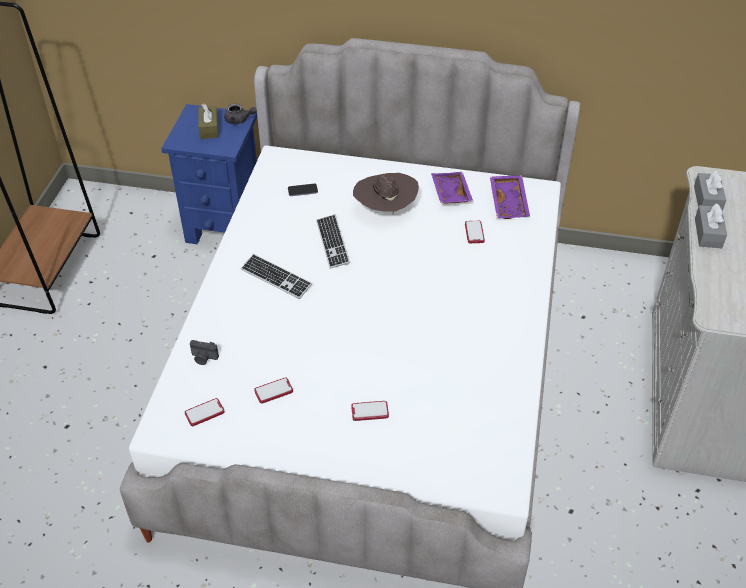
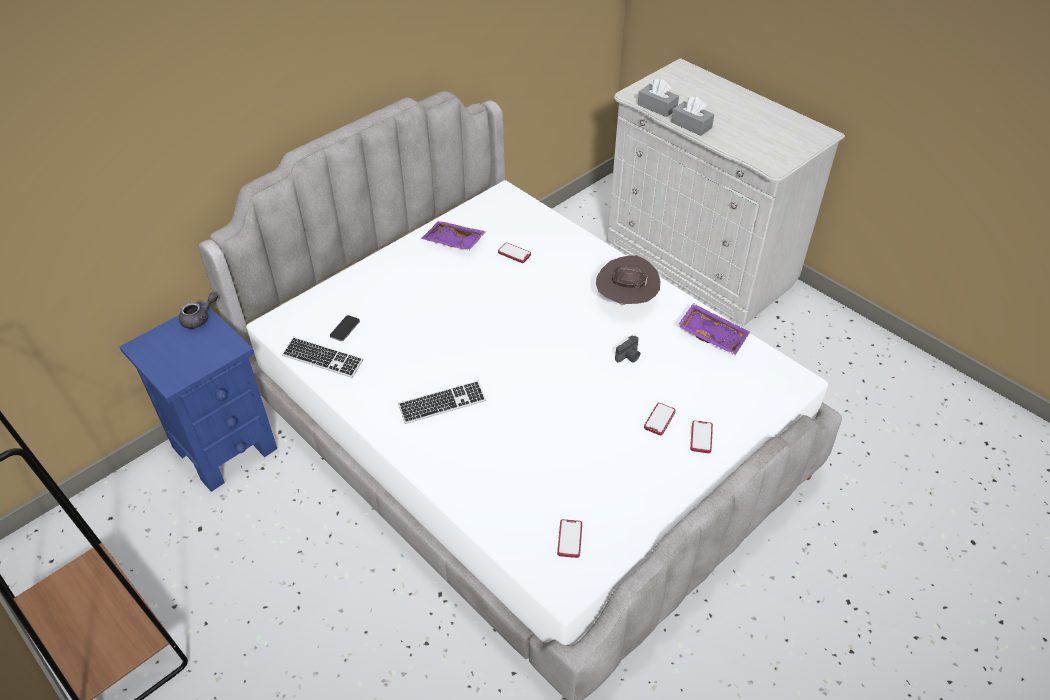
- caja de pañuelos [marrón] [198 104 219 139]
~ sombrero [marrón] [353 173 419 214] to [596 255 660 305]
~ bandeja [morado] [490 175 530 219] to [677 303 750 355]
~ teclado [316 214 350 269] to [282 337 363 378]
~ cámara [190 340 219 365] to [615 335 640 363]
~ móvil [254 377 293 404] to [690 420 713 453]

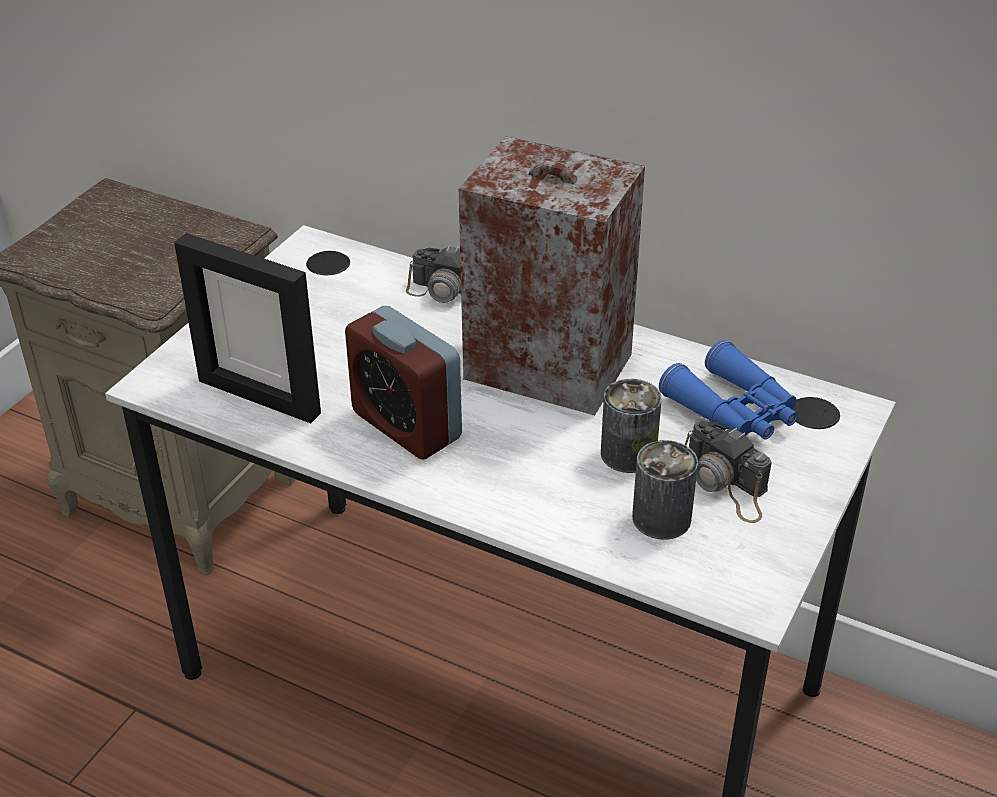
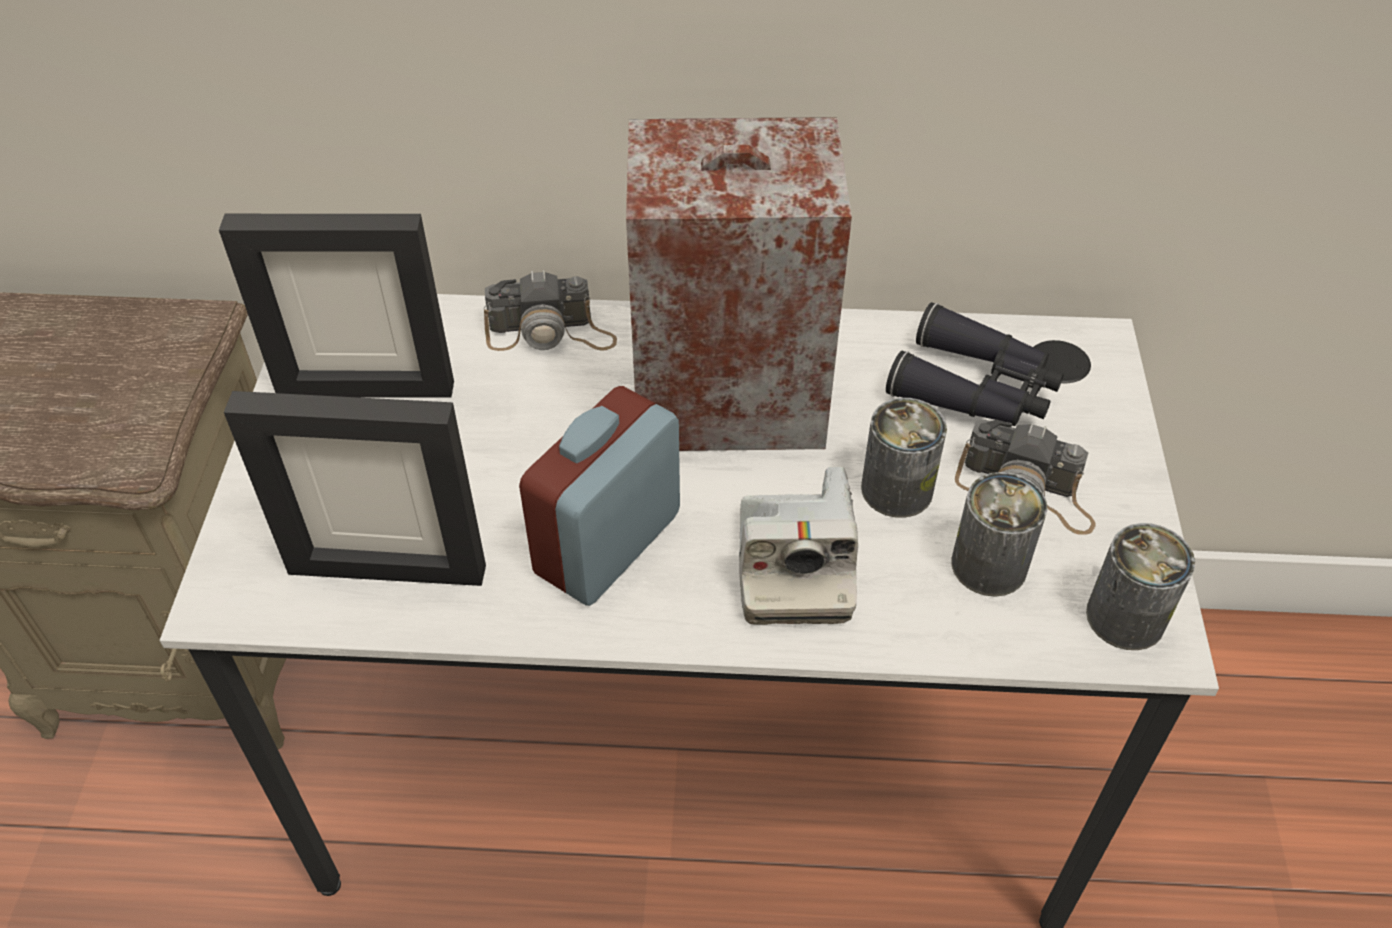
~ despertador [345 306 462 460] = [519 386 680 606] 105 degrees clockwise
~ prismáticos [azul] [659 340 798 440] to prismáticos [negro] [886 302 1064 426]
+ portarretratos [219 214 454 397]
+ cámara [739 467 858 625]
+ lata [1086 523 1195 650]

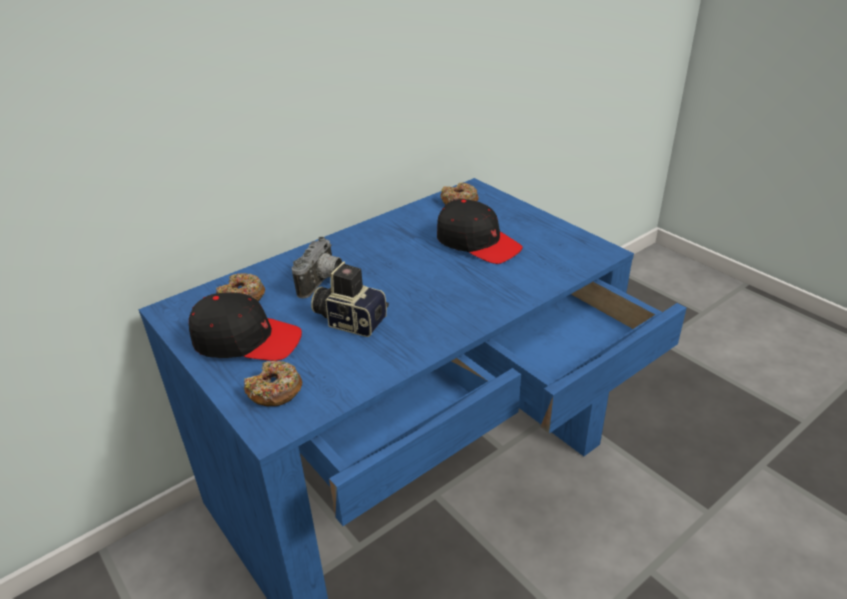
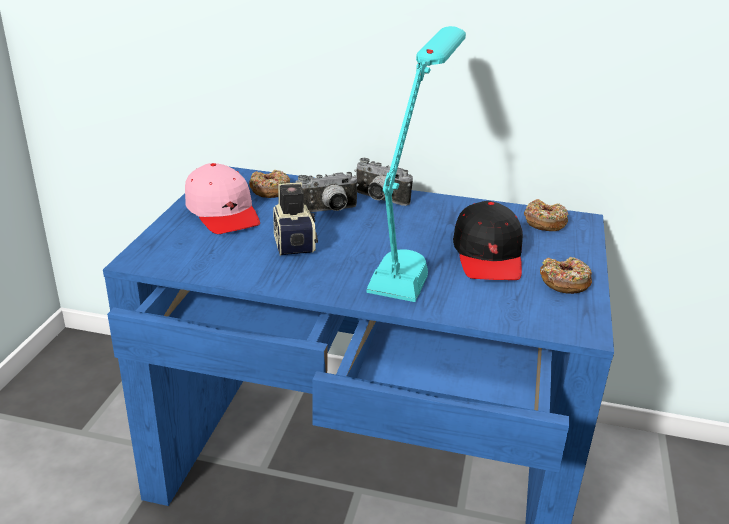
~ gorra [negro] [189 292 302 361] to gorra [rosa] [185 163 260 234]
~ rosquilla [244 360 302 406] to [540 257 592 294]
+ lámpara de mesa [turquesa] [367 26 466 302]
+ cámara [355 158 413 206]

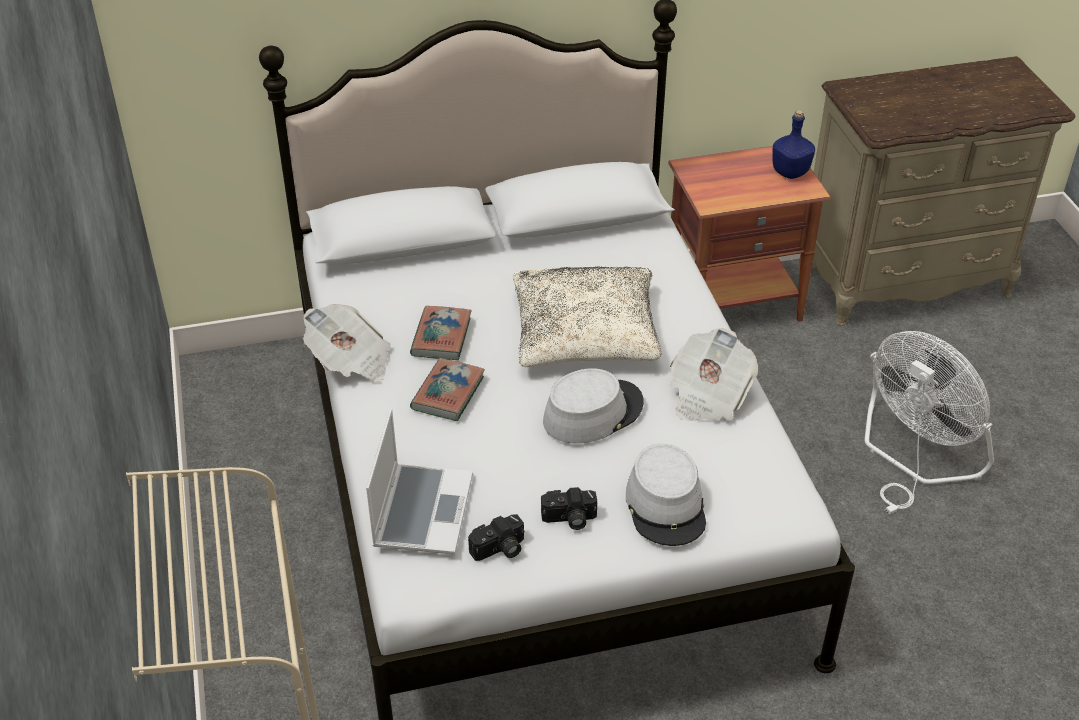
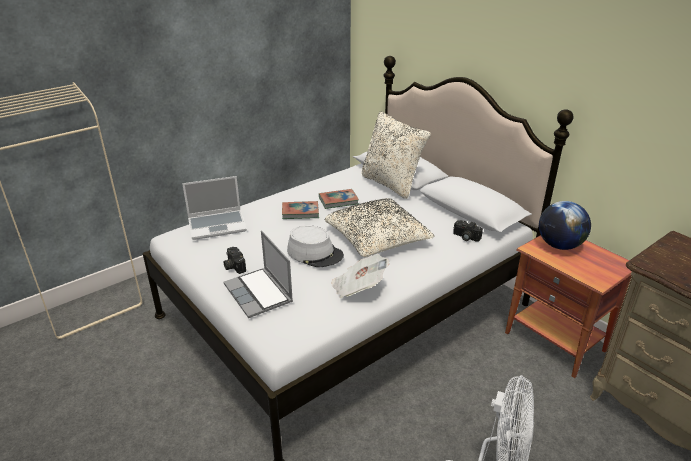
- botella [azul] [772 110 815 179]
- periódico [303 304 391 382]
~ sombrero [gris] [626 444 706 546] to portátil [223 231 293 318]
~ cámara [468 514 525 561] to [453 220 483 242]
+ cojín [beis] [362 112 431 199]
+ globo terráqueo [539 201 591 250]

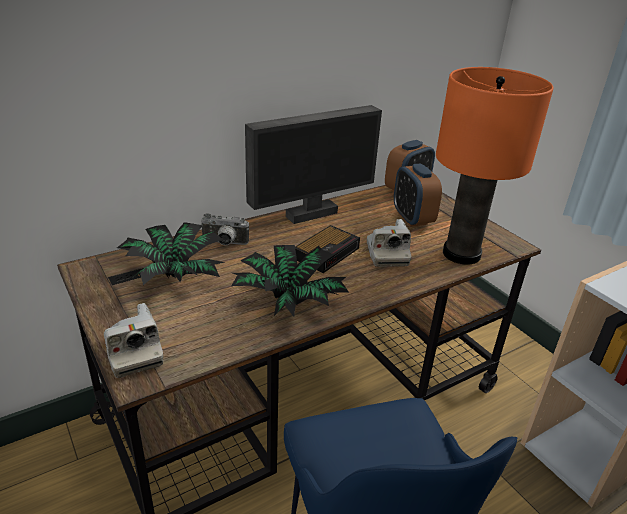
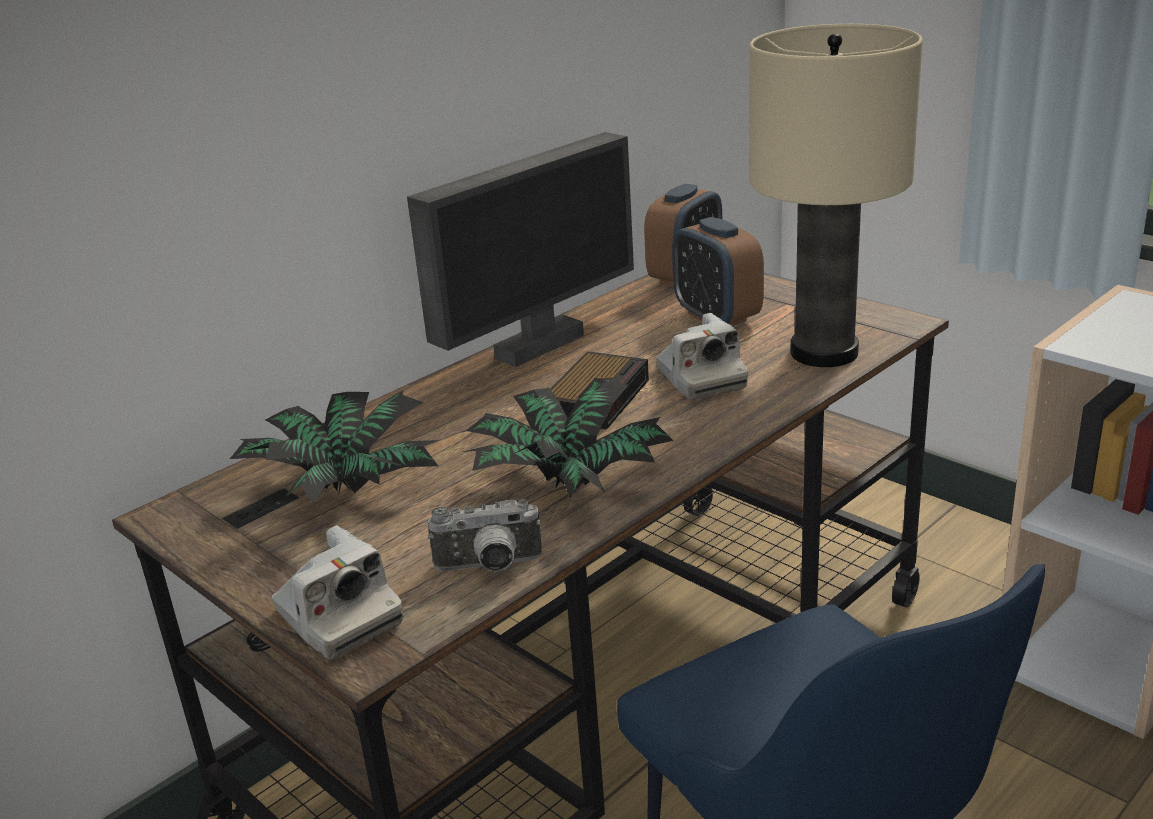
~ lámpara de mesa [naranja] [436 67 554 265] to lámpara de mesa [beis] [749 24 923 367]
~ cámara [200 213 249 245] to [428 499 542 572]

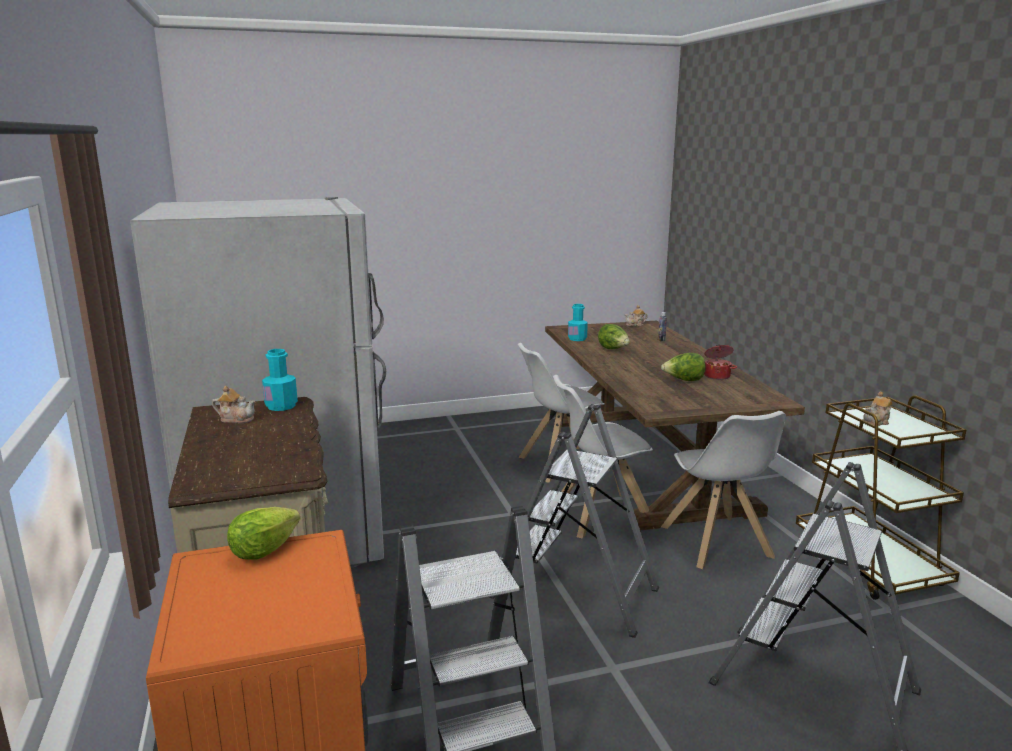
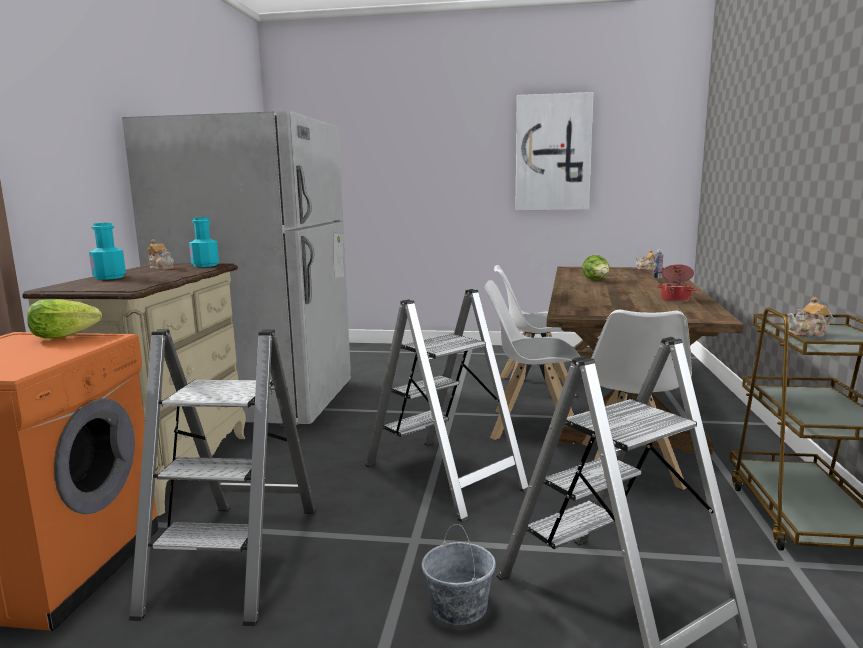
~ botella [turquesa] [568 304 588 341] to [89 223 126 280]
- lechuga [661 353 706 381]
+ cuadro [515 92 593 210]
+ cubo [gris] [422 524 496 625]

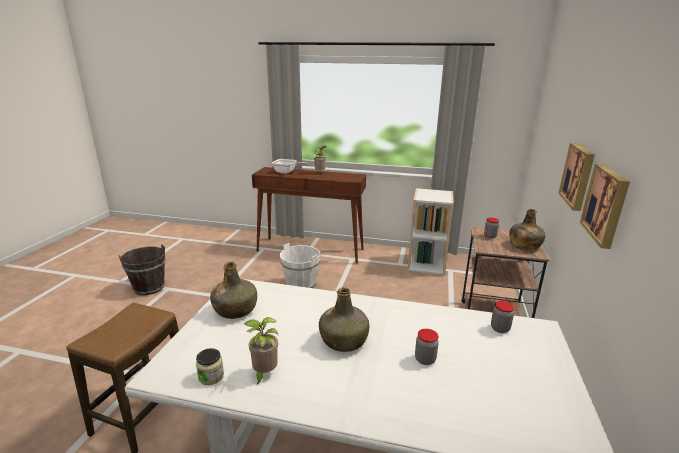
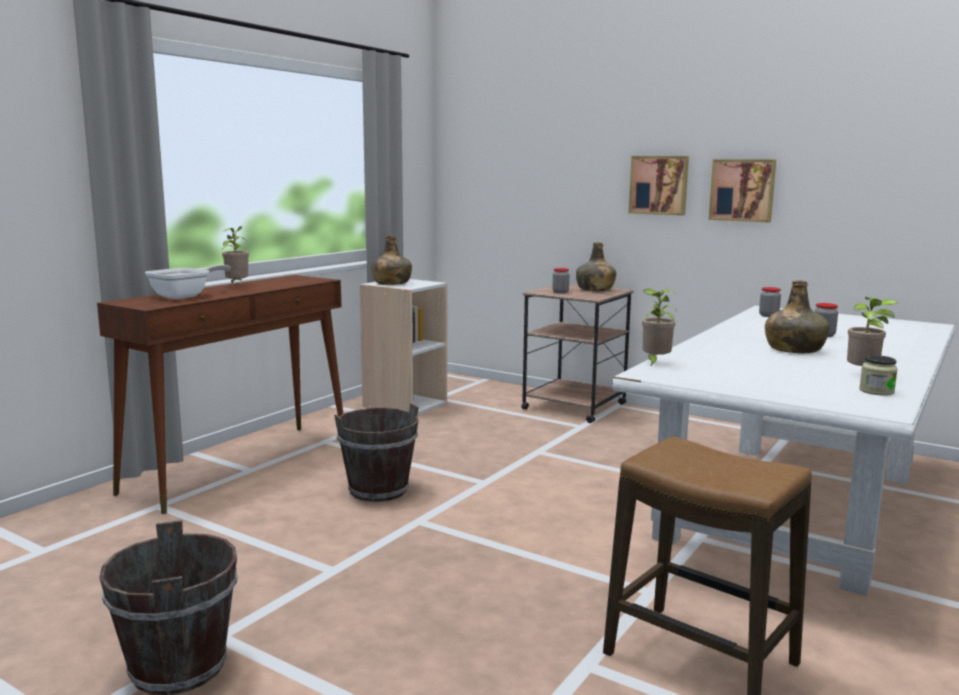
~ cubo [blanco] [280 243 320 288] to cubo [marrón] [334 403 419 502]
~ botella [verde] [210 262 257 319] to [371 235 412 285]
+ planta en maceta [642 288 677 367]

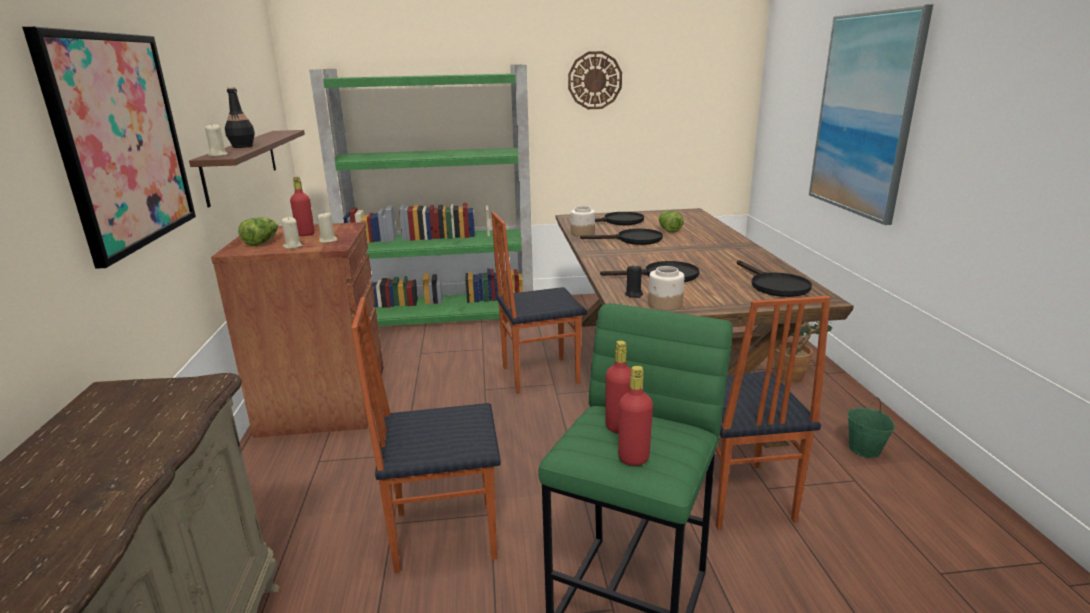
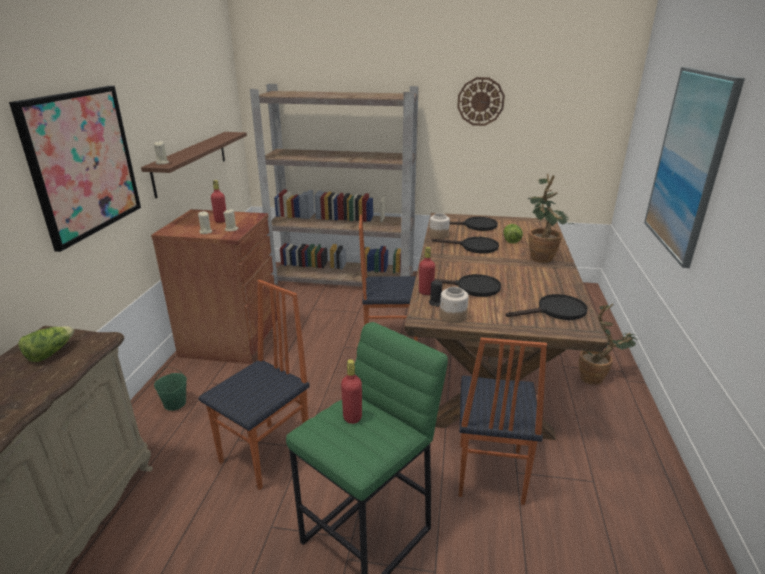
~ estantería [verde] [309 64 533 326] to estantería [marrón] [250 84 419 287]
- botella [negro] [225 87 255 148]
~ lechuga [238 217 278 246] to [18 326 74 362]
~ sartén [negro] [737 260 812 297] = [506 294 588 320] 105 degrees counterclockwise
~ silla [351 297 501 573] = [198 280 310 490] 120 degrees clockwise
~ botella [rojo] [618 366 653 466] to [419 247 435 295]
~ cubo [verde] [847 397 895 458] to [154 367 187 411]
+ planta en maceta [528 173 574 263]

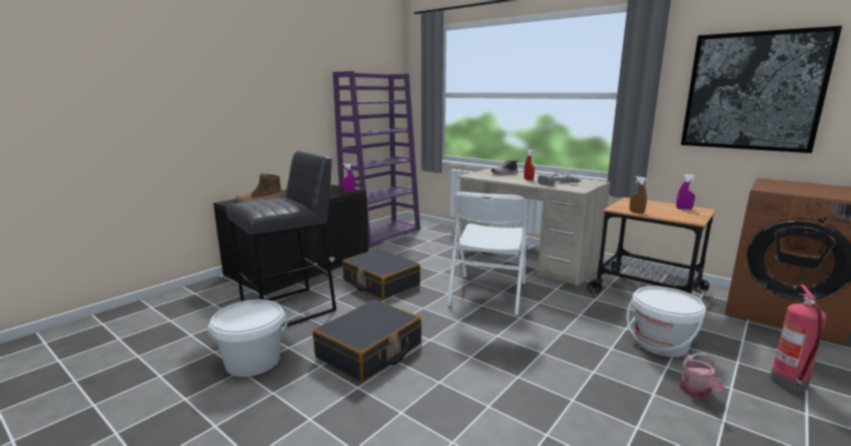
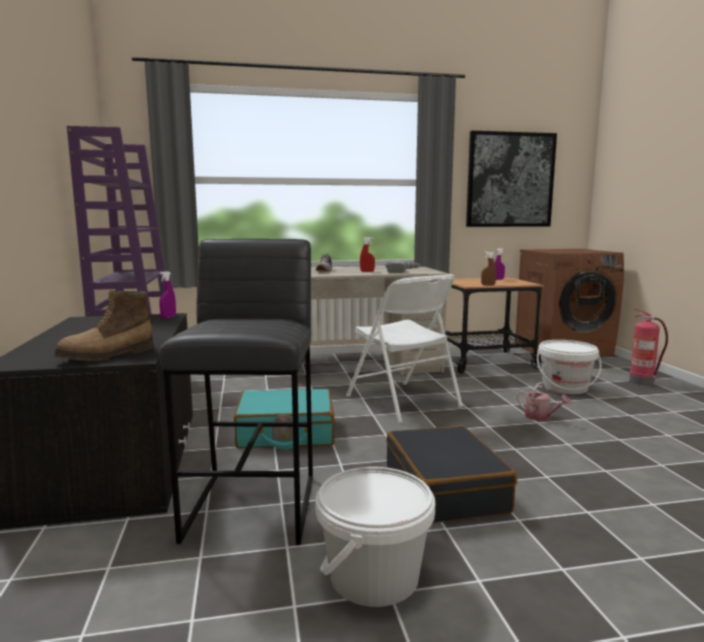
~ maleta [negro] [342 249 421 300] to maleta [turquesa] [234 389 334 449]
~ regadera [679 353 724 398] to [516 382 571 421]

